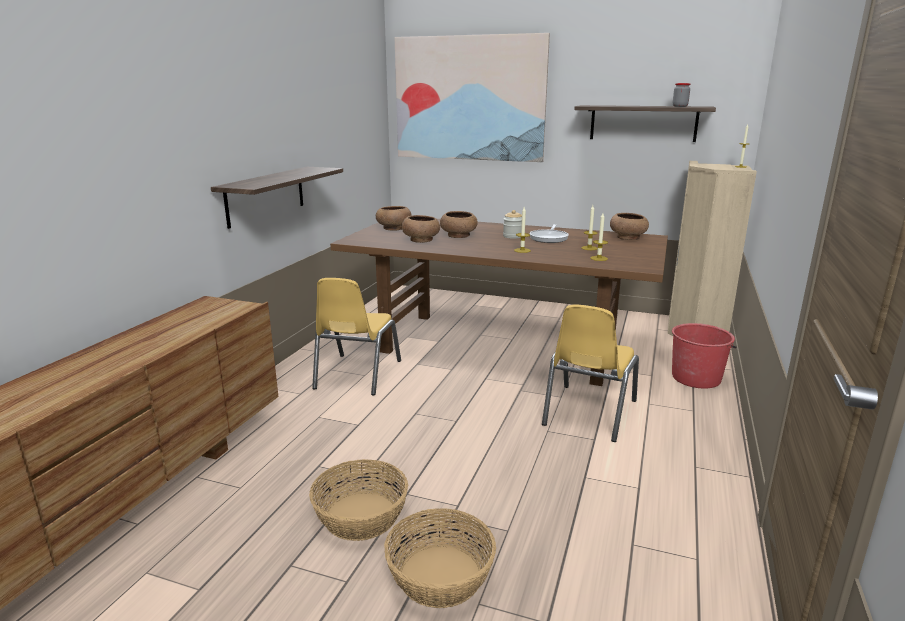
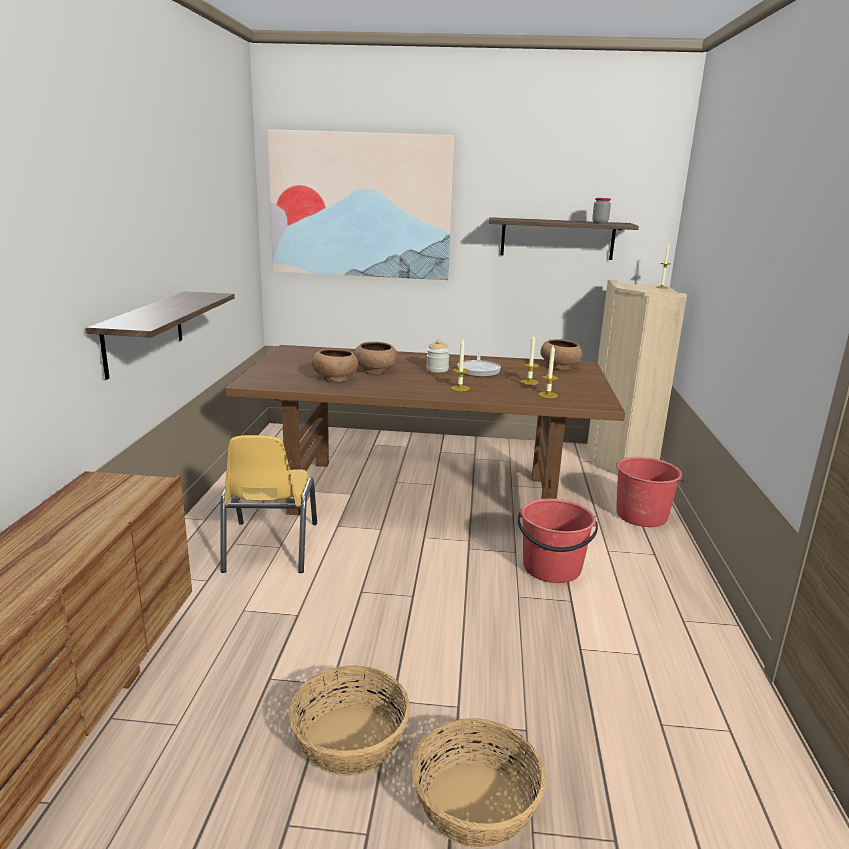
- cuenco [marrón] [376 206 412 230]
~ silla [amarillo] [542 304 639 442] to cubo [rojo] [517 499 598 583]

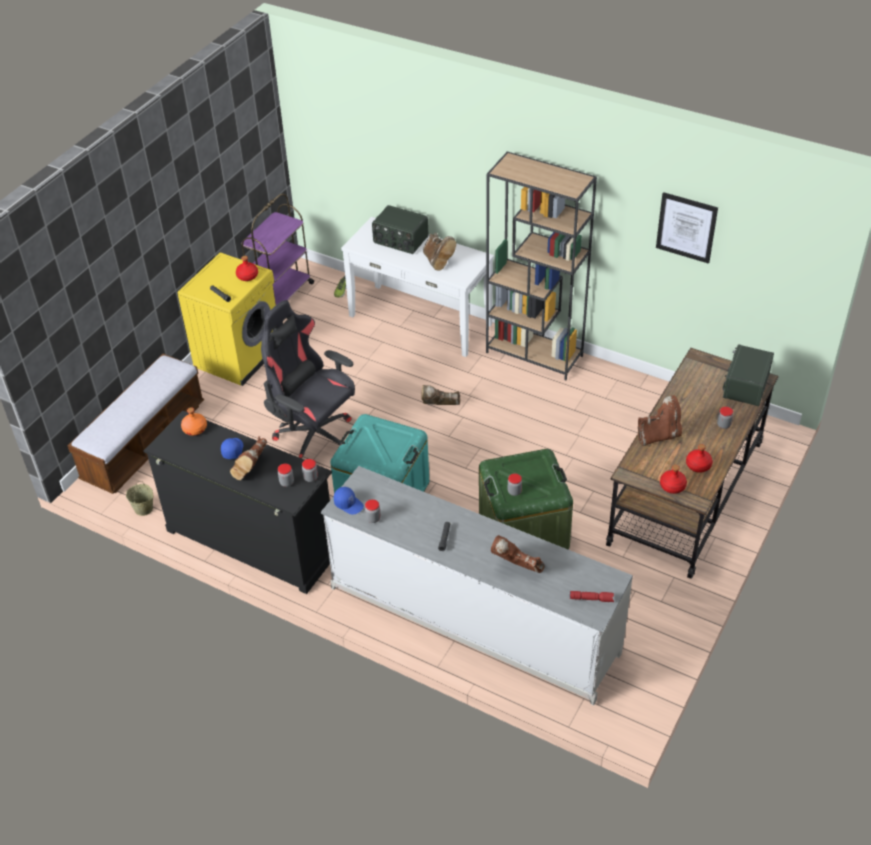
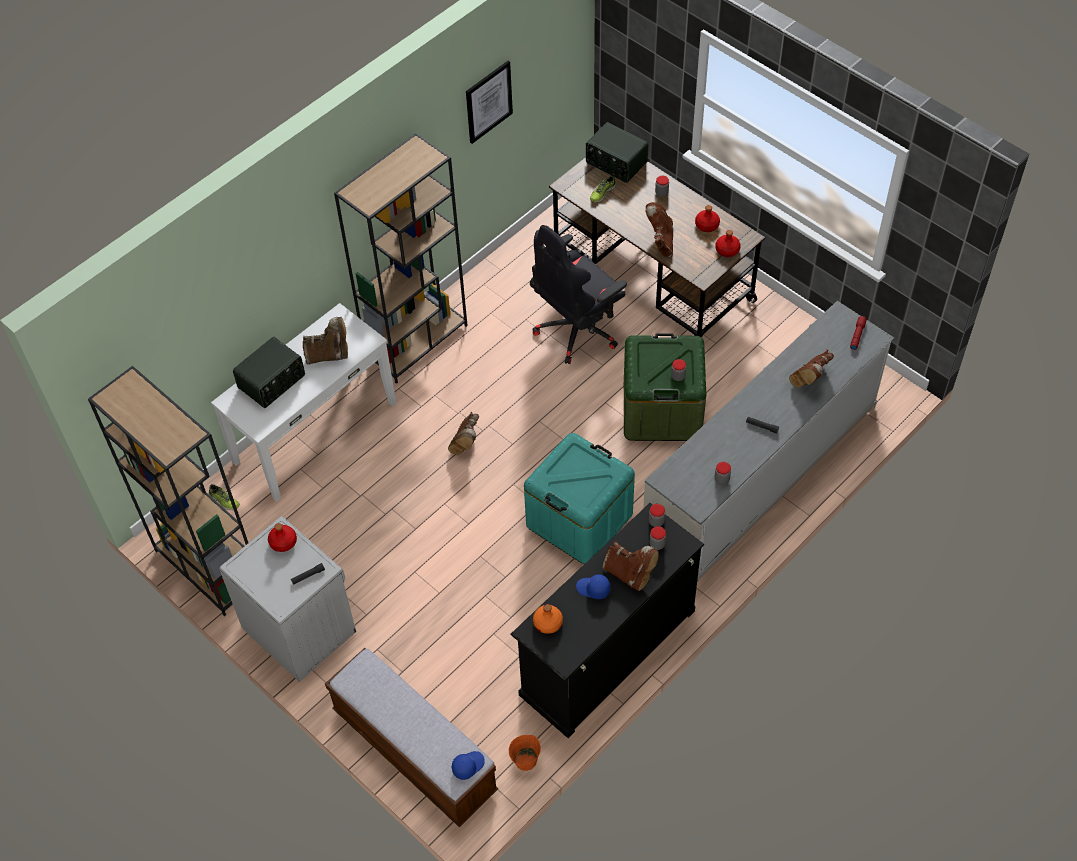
~ carrito [morado] [241 193 314 305] to estantería [88 366 248 616]
~ lavadora [amarillo] [177 252 276 386] to lavadora [blanco] [219 516 356 682]
~ silla de oficina [negro] [261 300 355 459] to [530 225 627 364]
~ cubo [beis] [126 481 154 516] to cubo [naranja] [509 735 541 771]
~ gorra [azul] [334 487 364 515] to [452 751 485 780]
+ zapato [590 176 616 203]

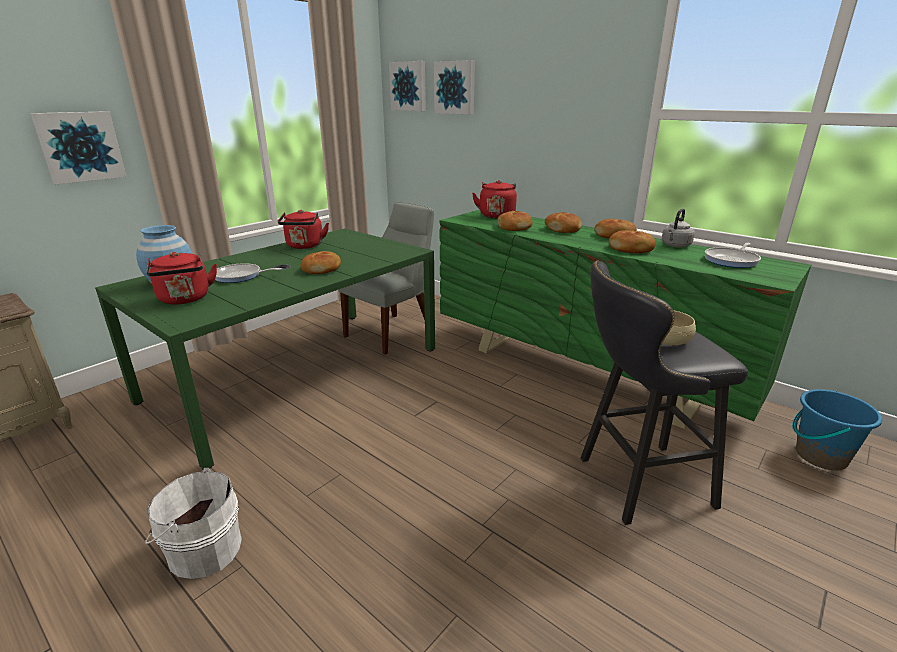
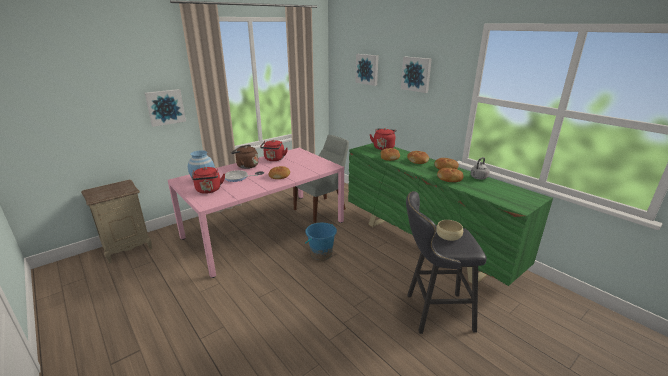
~ cuadro [389 61 426 111] to [401 57 432 93]
~ mesa de comedor [verde] [95 229 435 469] to mesa de comedor [rosa] [168 148 344 278]
- sartén [705 243 761 268]
~ cubo [azul] [792 389 883 470] to [305 223 337 260]
- cubo [blanco] [145 467 242 579]
+ hervidor [marrón] [231 145 258 169]

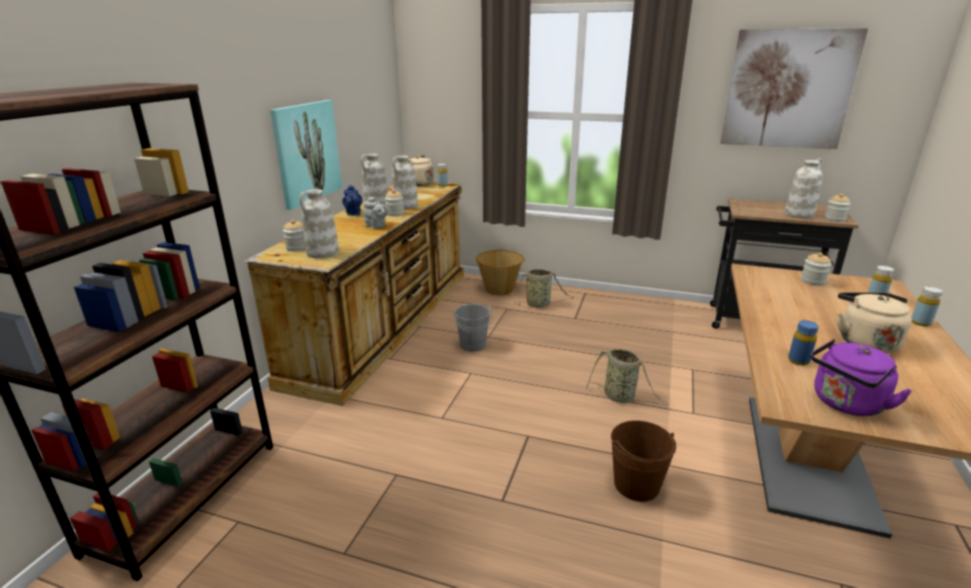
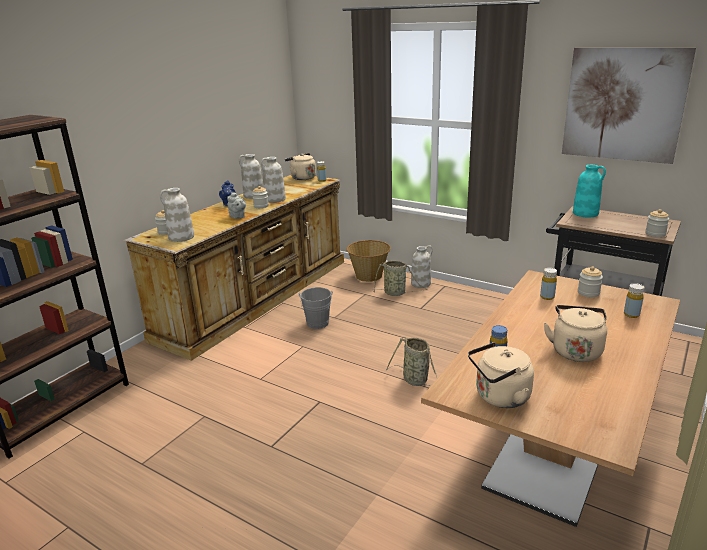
- cuadro [270 100 342 210]
~ florero [blanco] [785 158 823 219] to [411 245 433 288]
~ botella [amarillo] [911 286 943 327] to [540 268 557 300]
~ hervidor [morado] [811 339 912 416] to hervidor [beis] [468 342 534 408]
- cubo [marrón] [611 420 676 502]
+ florero [turquesa] [573 165 606 217]

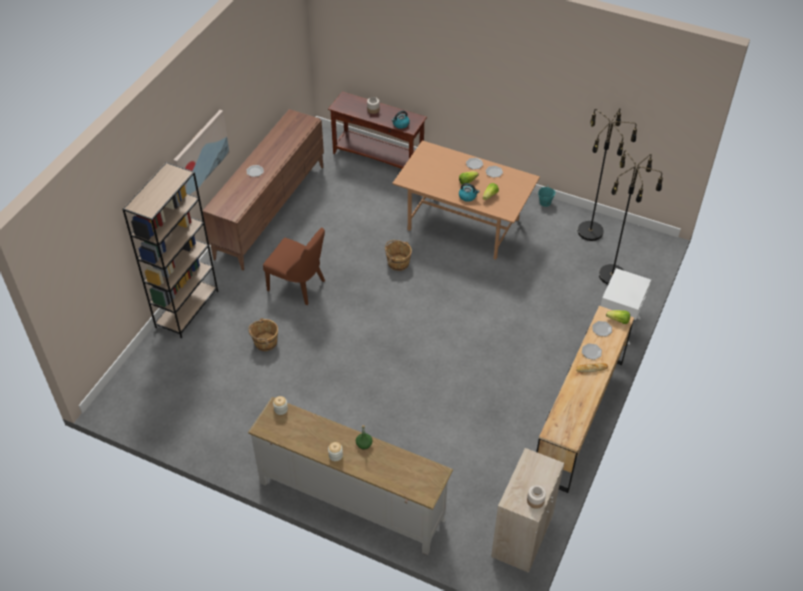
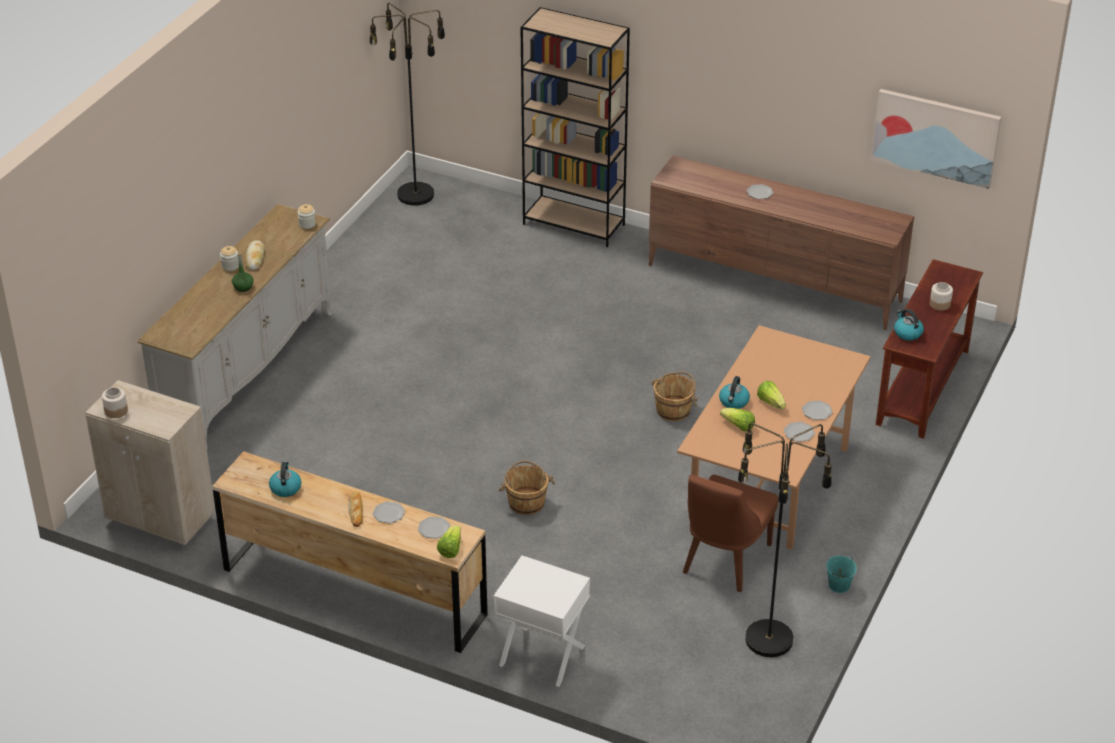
~ cuadro [174 110 230 195] to [871 89 1001 189]
~ lámpara de pie [599 150 663 284] to [370 3 445 206]
~ silla [marrón] [263 228 325 305] to [683 475 778 592]
~ cubo [marrón] [248 318 278 351] to [498 460 555 515]
+ pan [245 240 265 270]
+ hervidor [269 461 301 497]

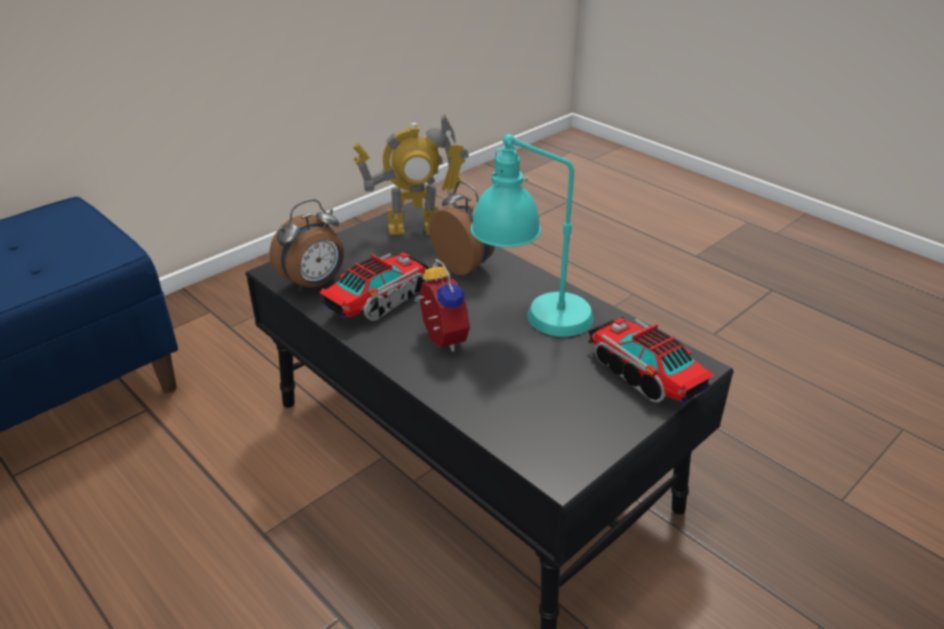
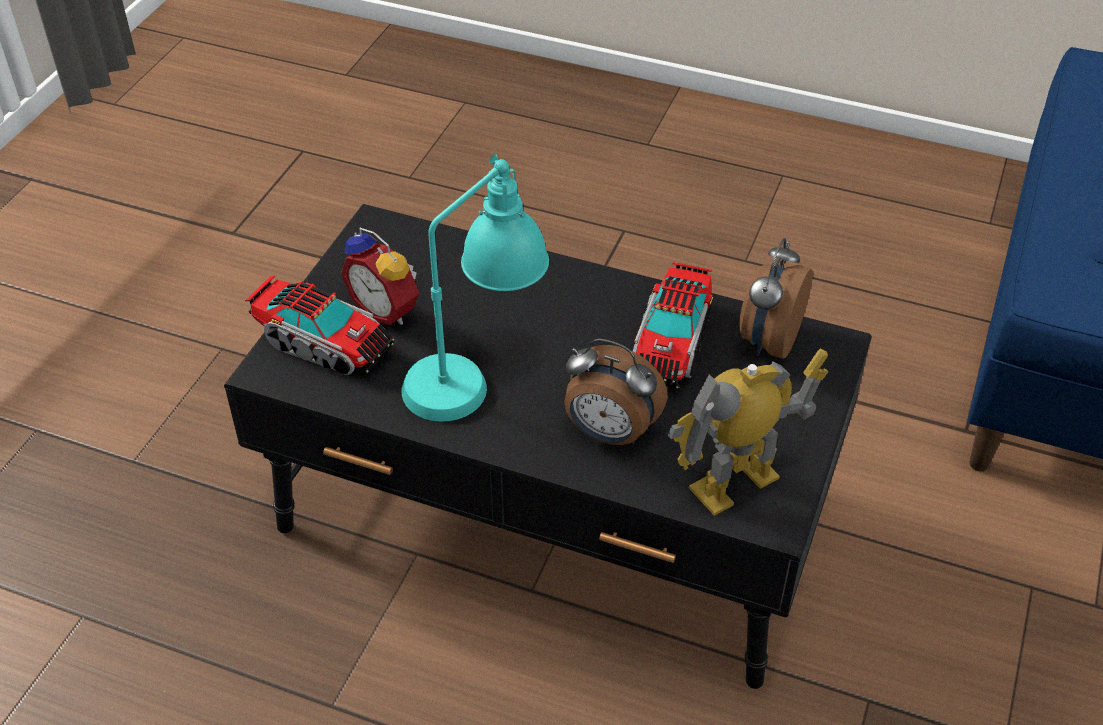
~ despertador [413 259 470 351] to [341 228 419 325]

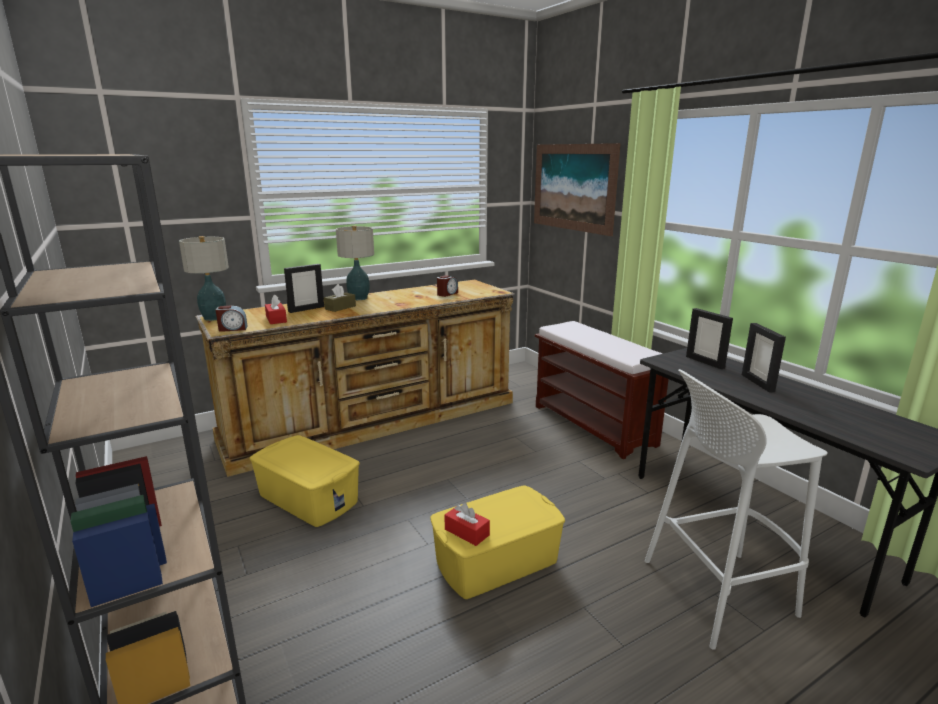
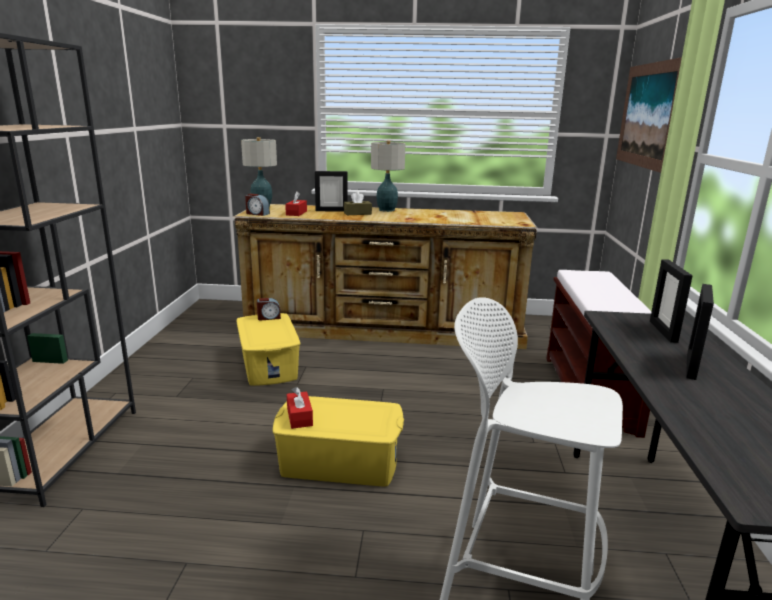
~ despertador [437 275 458 297] to [257 298 281 320]

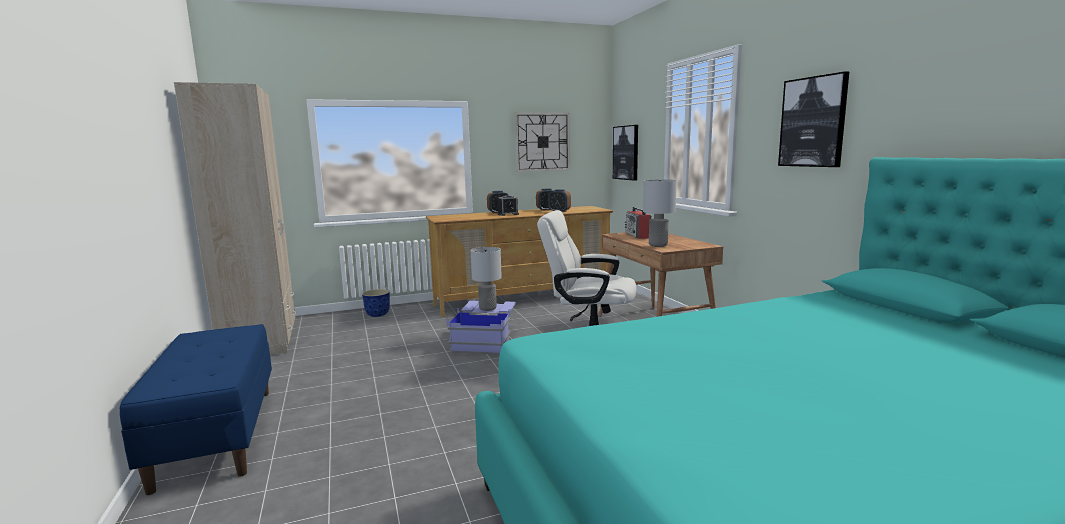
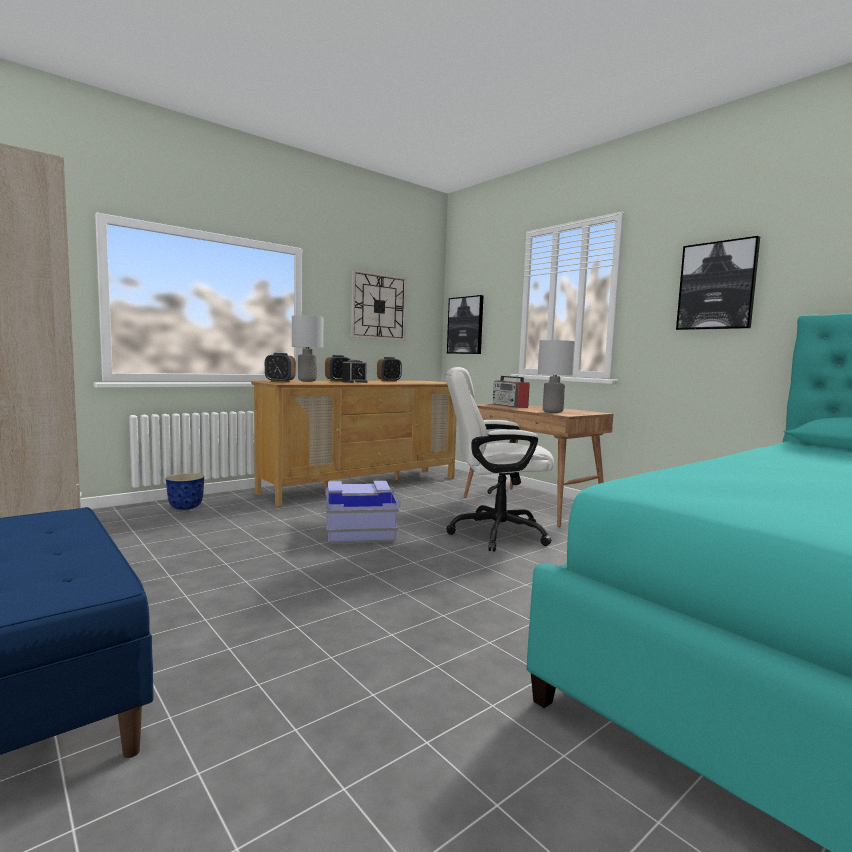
~ despertador [548 189 571 212] to [265 353 296 383]
~ lámpara de mesa [gris] [471 247 502 311] to [292 315 323 382]

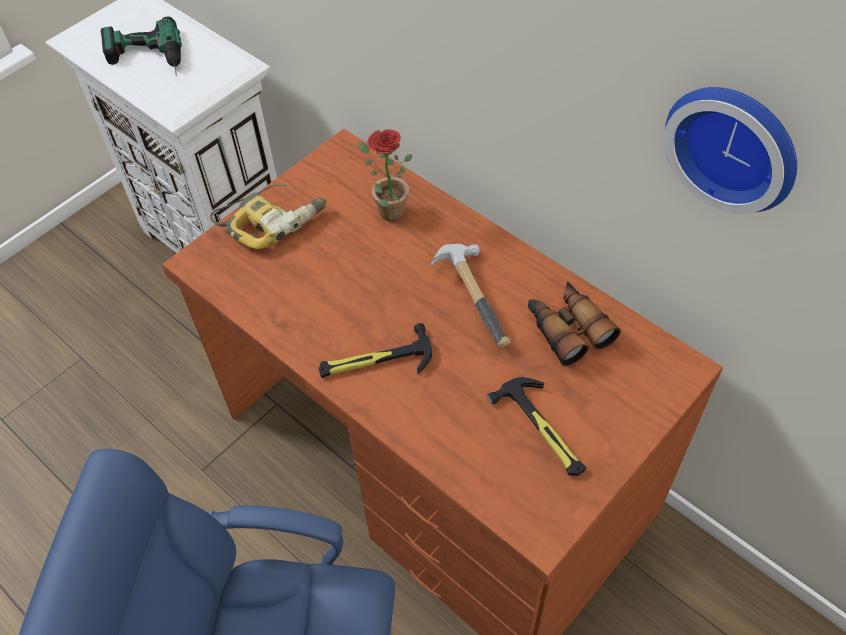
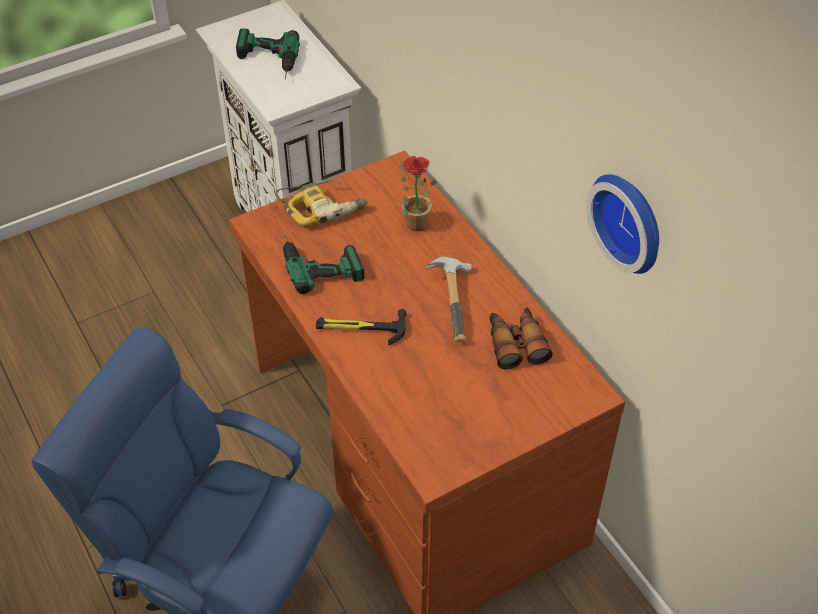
- martillo [487 377 586 476]
+ taladro [283 233 365 294]

